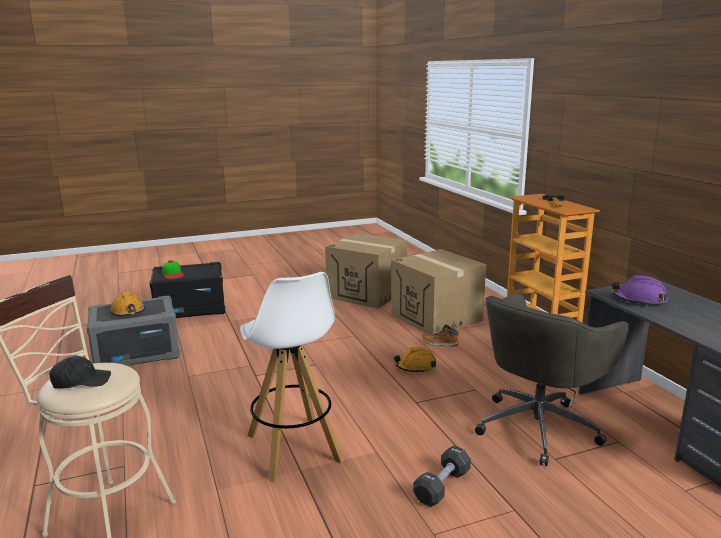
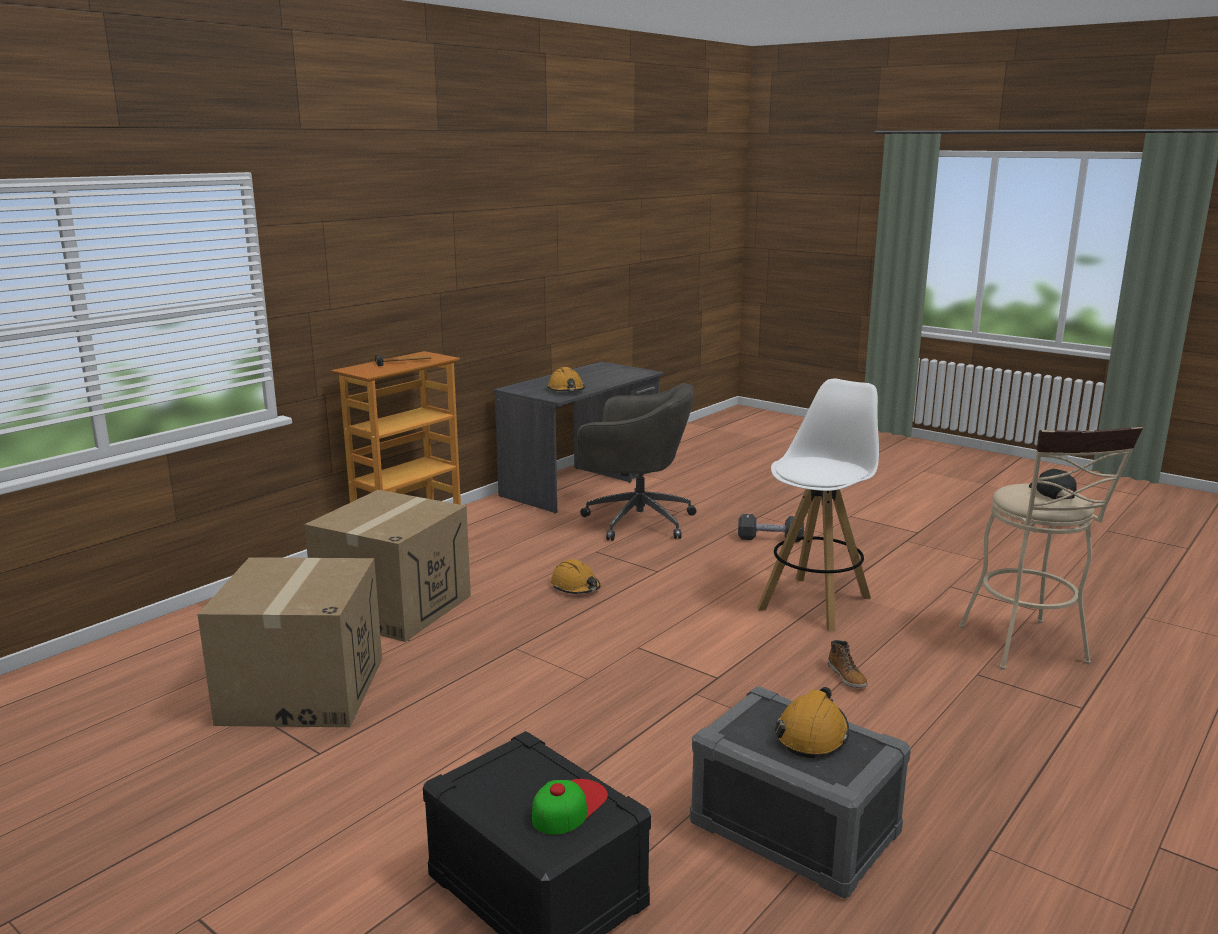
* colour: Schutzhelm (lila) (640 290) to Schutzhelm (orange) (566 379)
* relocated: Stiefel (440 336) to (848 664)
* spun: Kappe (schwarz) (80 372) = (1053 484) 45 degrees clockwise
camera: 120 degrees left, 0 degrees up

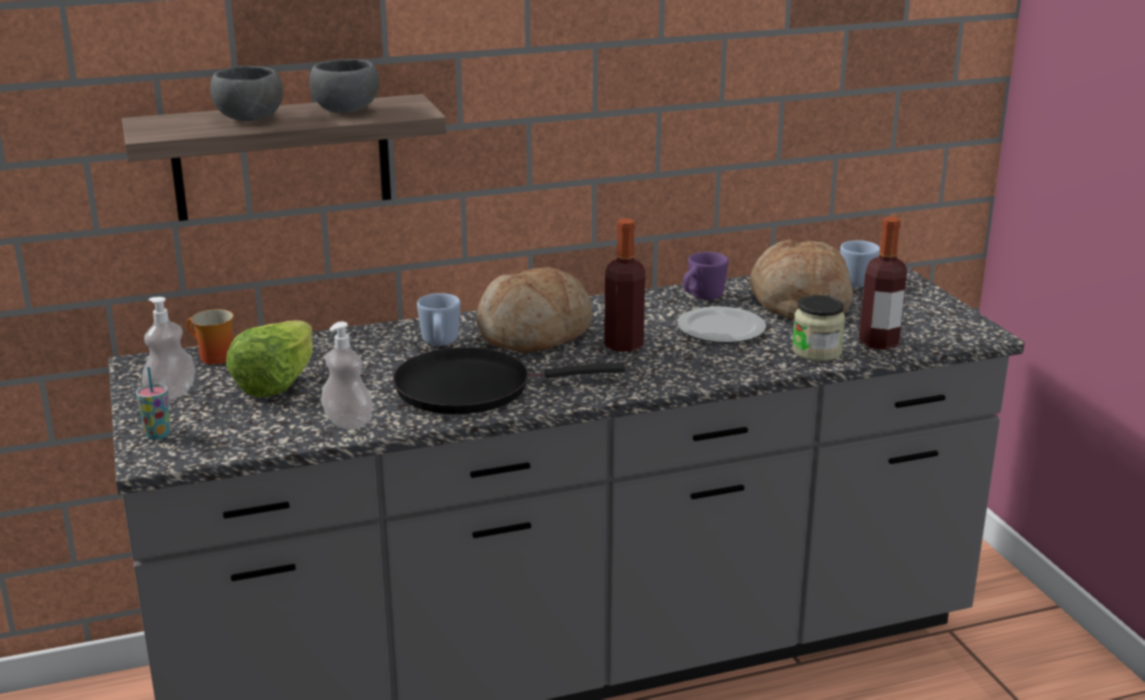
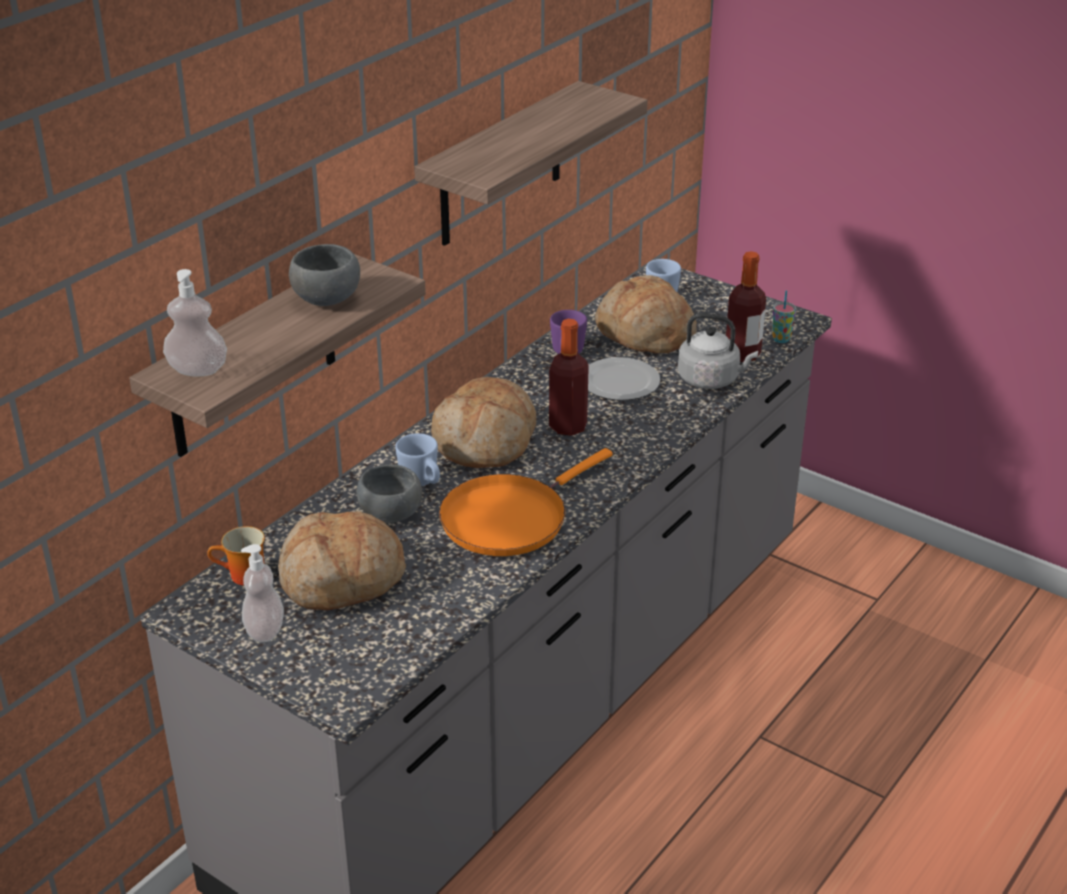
* relocated: Schüssel (grau) (246 93) to (389 493)
* exchanged: Vorratsglas (818 328) to Wasserkessel (grau) (718 351)
* exchanged: Salatkopf (269 358) to Brot (342 560)
* relocated: Seifenspender (347 376) to (195 323)
* colour: Pfanne (schwarz) (509 380) to Pfanne (orange) (526 502)
* relocated: Tasse (153 403) to (784 317)
* appeared: Wandregal (531 163)
camera: 35 degrees left, 10 degrees up

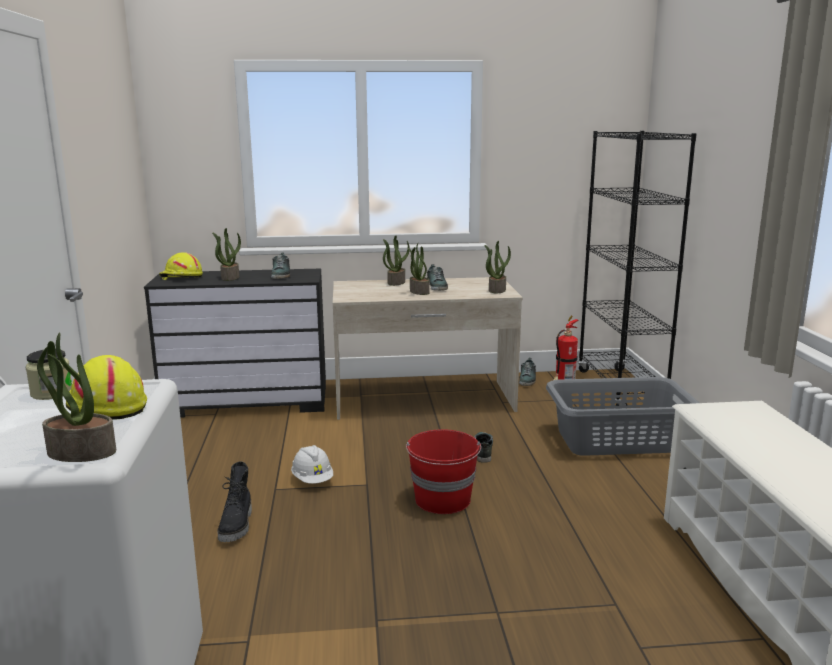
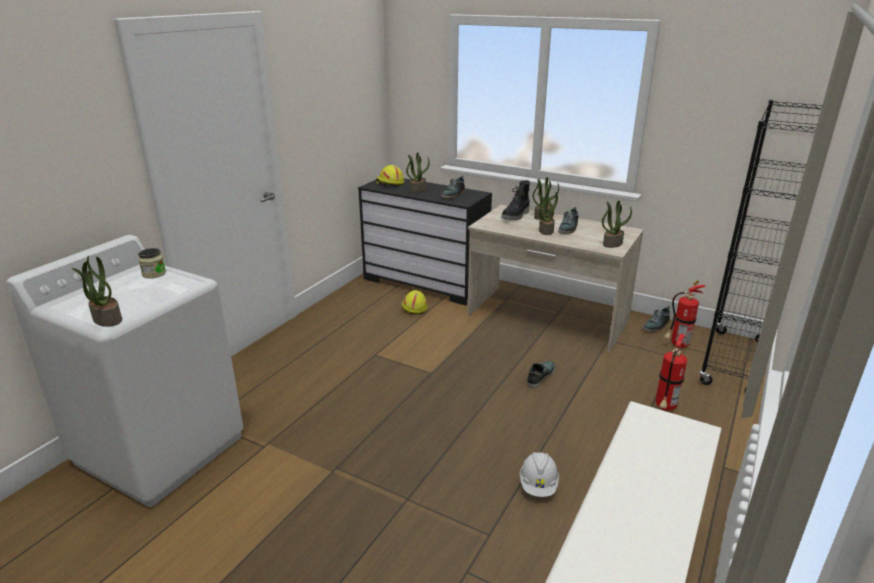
* relocated: Schutzhelm (gelb) (106 387) to (415 302)
* exchanged: Wäschekorb (grau) (622 416) to Feuerlöscher (671 372)
* missing: Eimer (rot) (443 471)
* relocated: Schutzhelm (weiß) (312 464) to (539 474)
* relocated: Stiefel (schwarz) (234 501) to (515 200)
camera: 35 degrees right, 10 degrees up

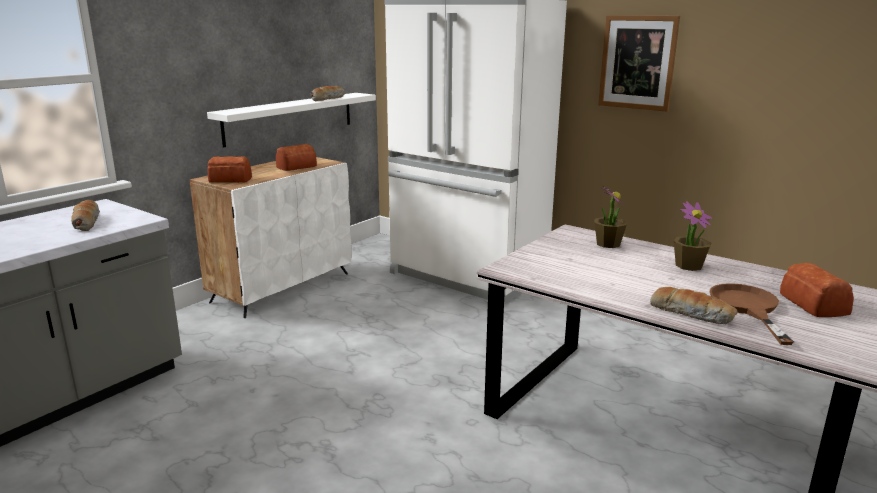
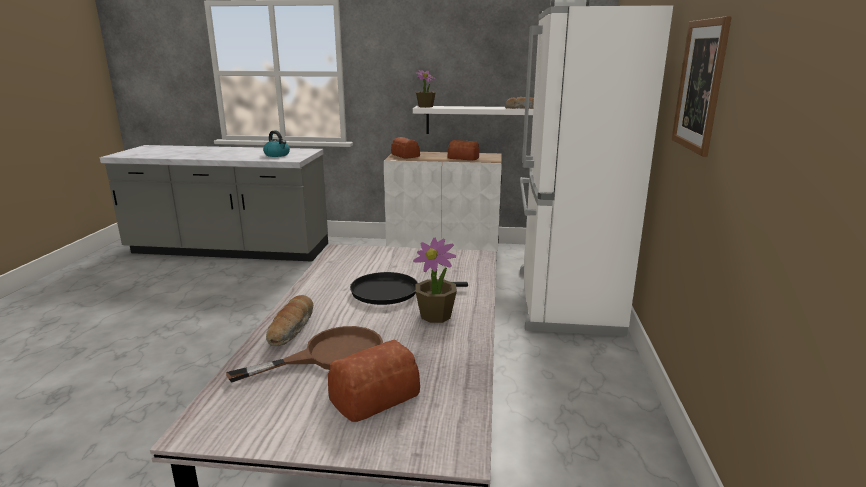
* relocated: Topfpflanze (611 217) to (426 89)
* exchanged: Brot (85 215) to Wasserkessel (276 143)
* appeared: Pfanne (schwarz) (409 288)
camera: 60 degrees right, 0 degrees up

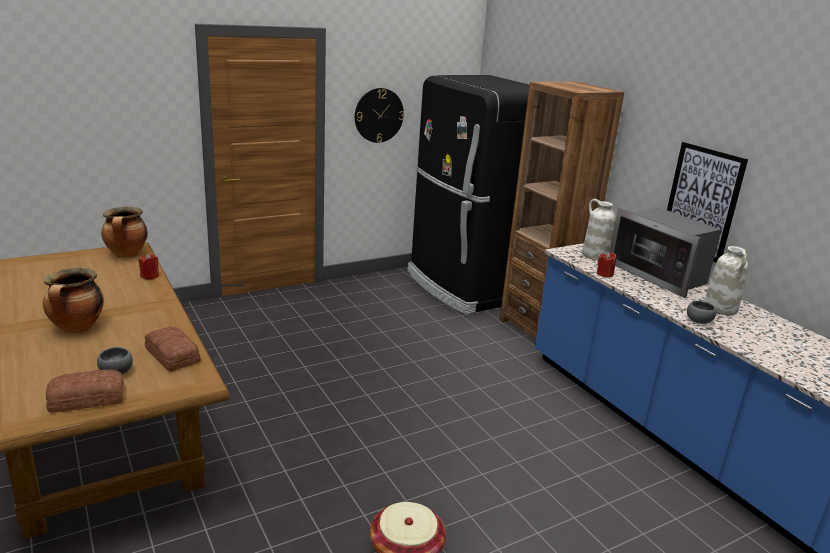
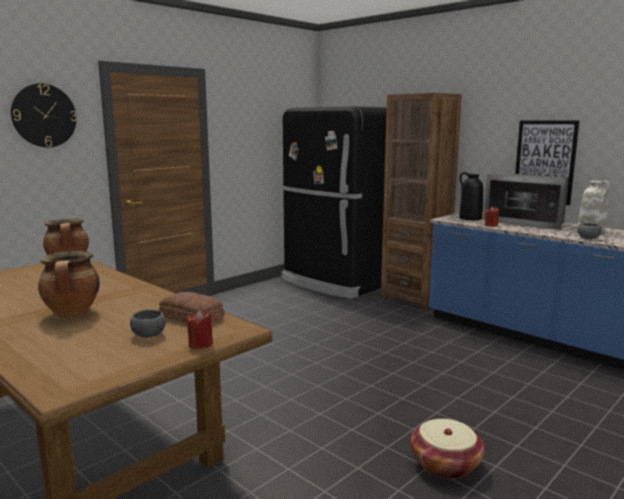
* relocated: Wanduhr (379 115) to (44 115)
* colour: Vase (weiß) (599 229) to Vase (schwarz) (471 196)
* relocated: Kerze (rot) (149 266) to (200 329)
* missing: Brot (85 391)
camera: 15 degrees left, 10 degrees down

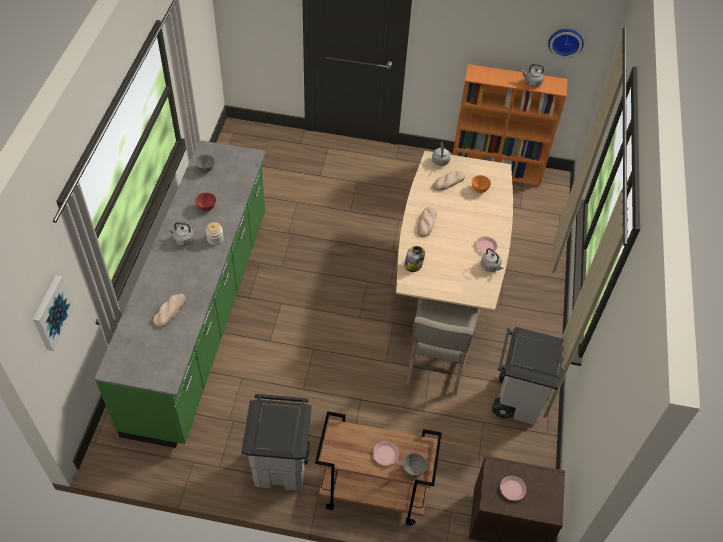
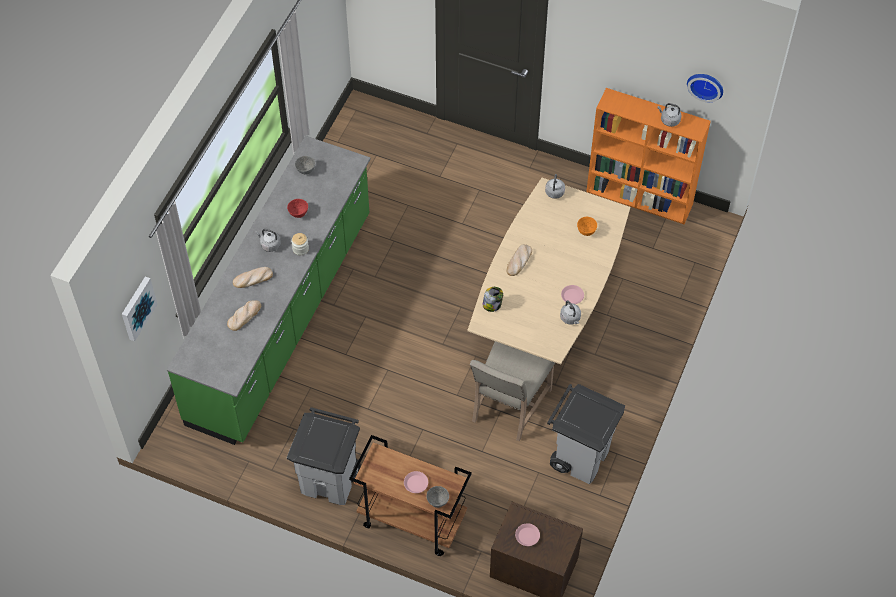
* relocated: Brot (449 180) to (253 277)
camera: 15 degrees right, 5 degrees up

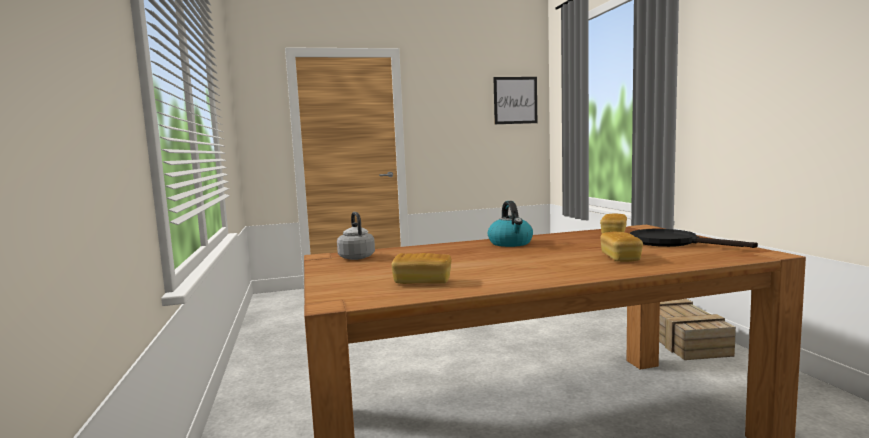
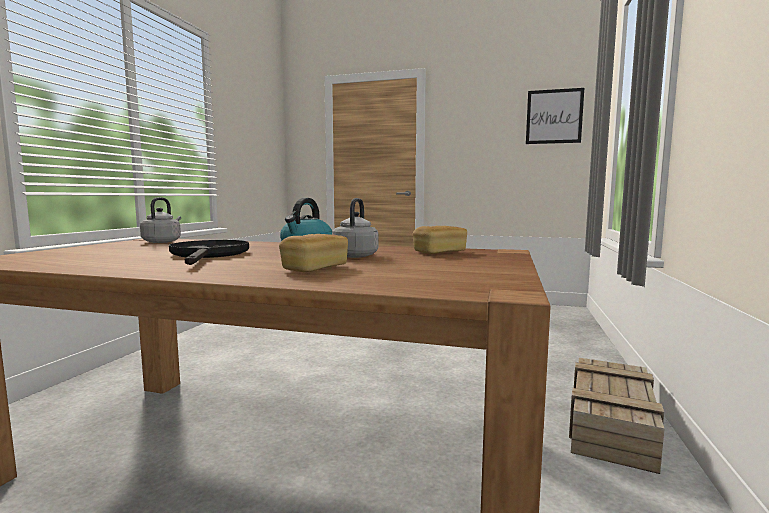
* relocated: Pfanne (schwarz) (694 238) to (209 252)
* missing: Brot (421 268)
* appeared: Wasserkessel (grau) (355 228)
camera: 30 degrees right, 0 degrees up

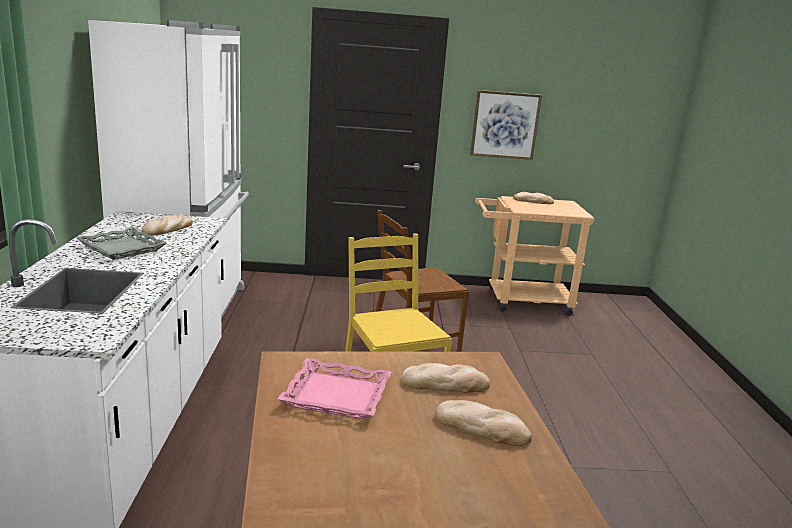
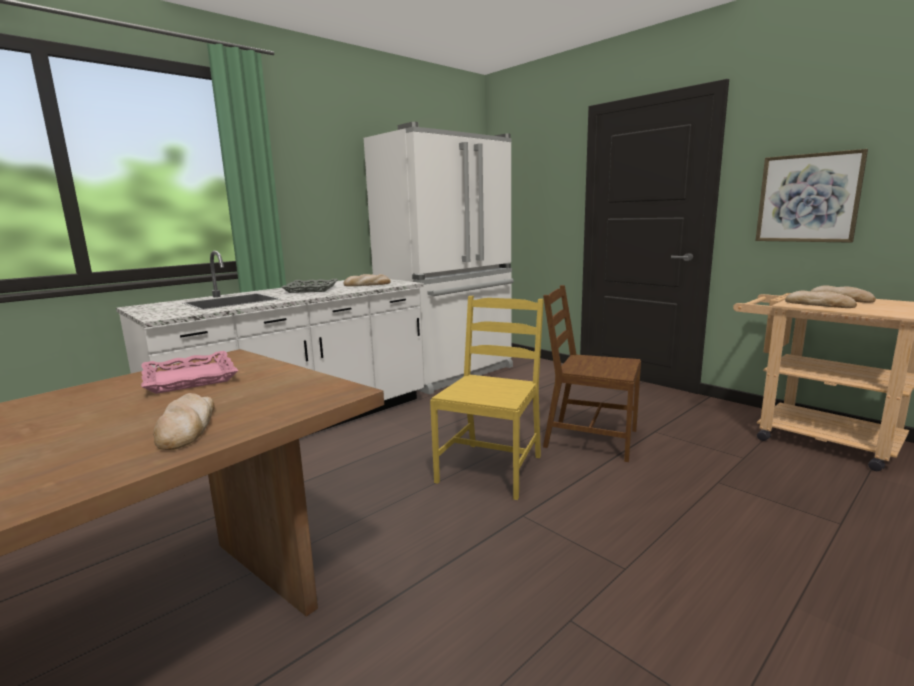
* relocated: Brot (446 378) to (821 299)
camera: 50 degrees right, 5 degrees down

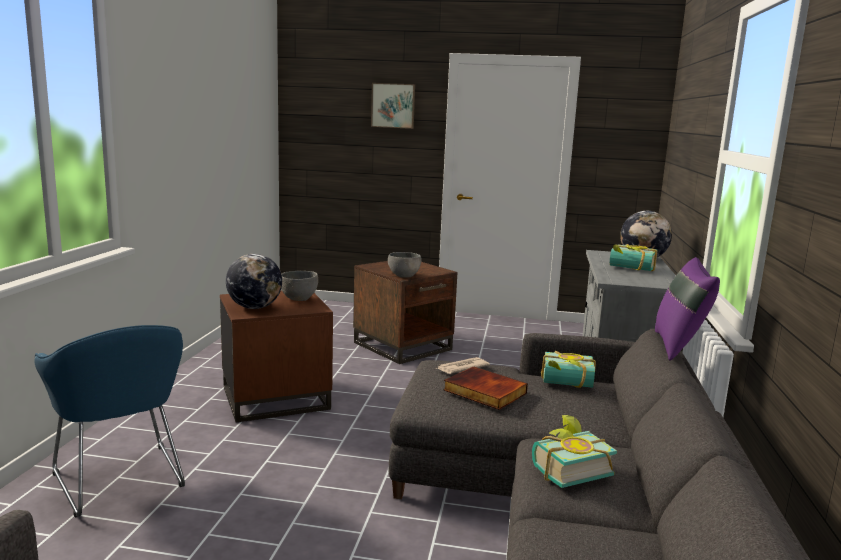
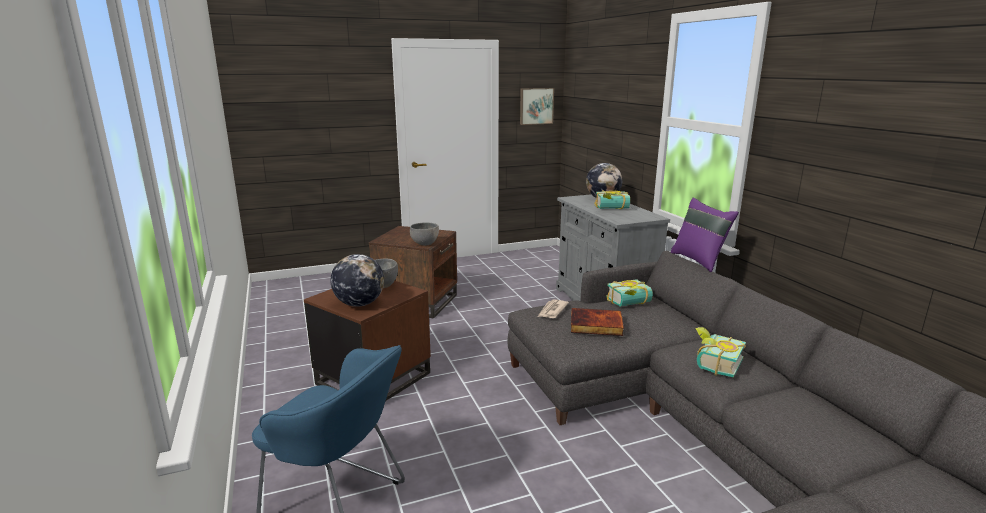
* relocated: Bild (393 106) to (537 106)
camera: 30 degrees left, 5 degrees up

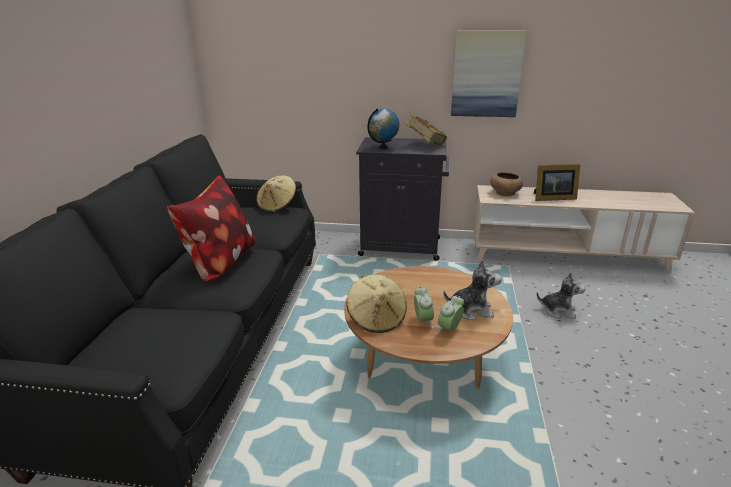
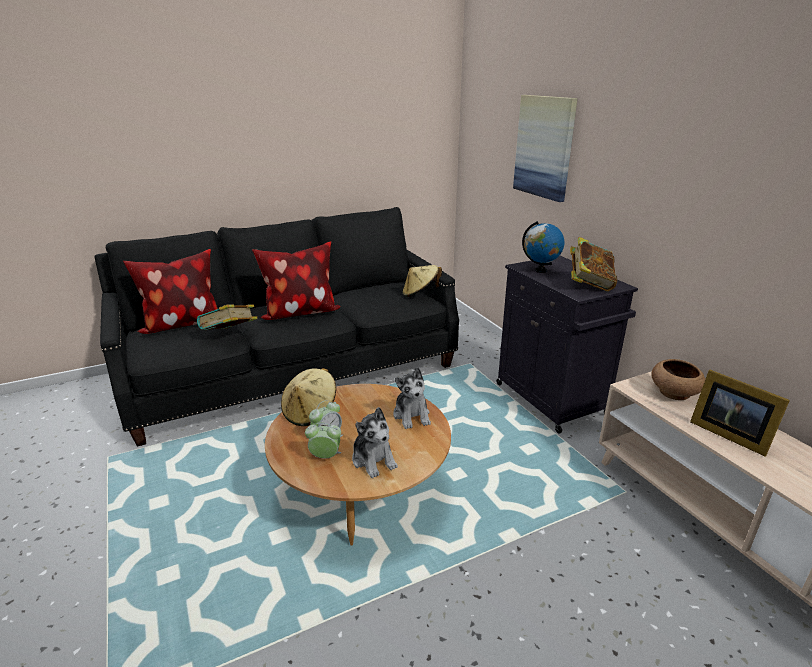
* relocated: Bild (489 73) to (545 148)
* relocated: Plüschtier (561 295) to (412 398)
* appeared: Kissen (170 291)
* appeared: Buch (227 317)
camera: 55 degrees right, 0 degrees up

